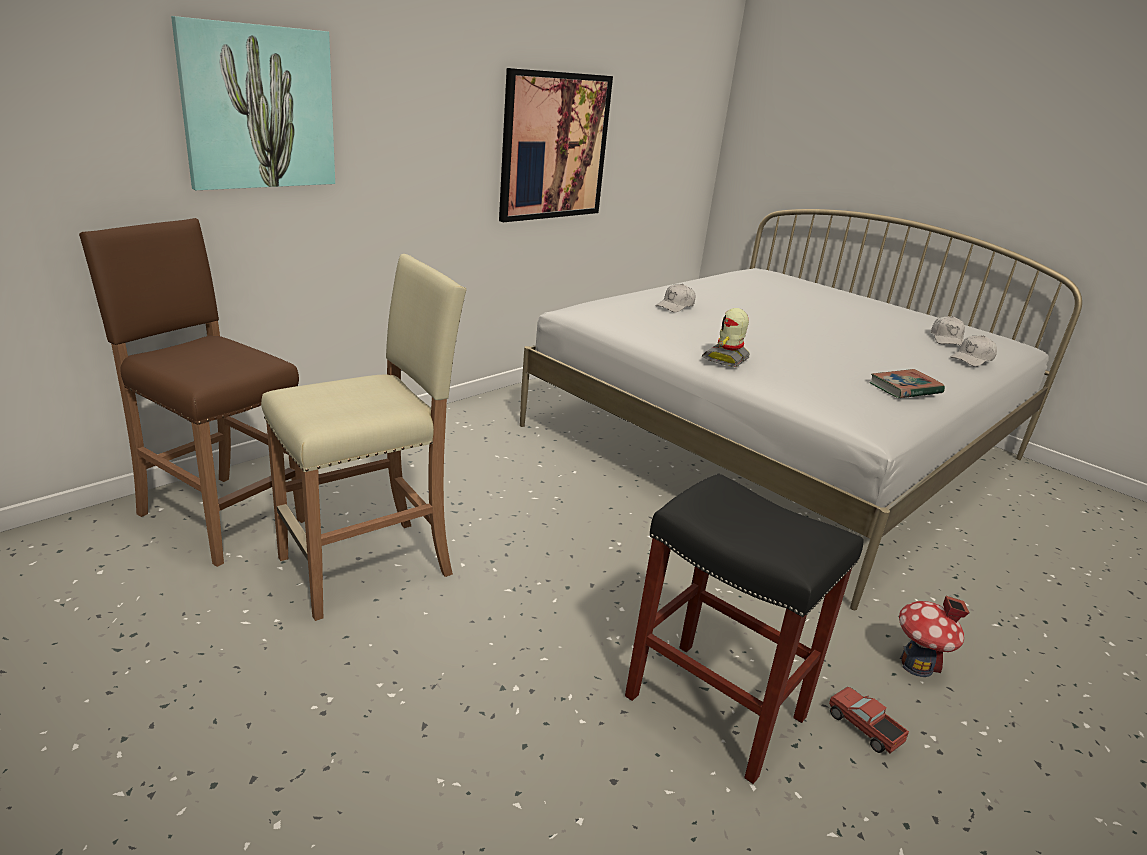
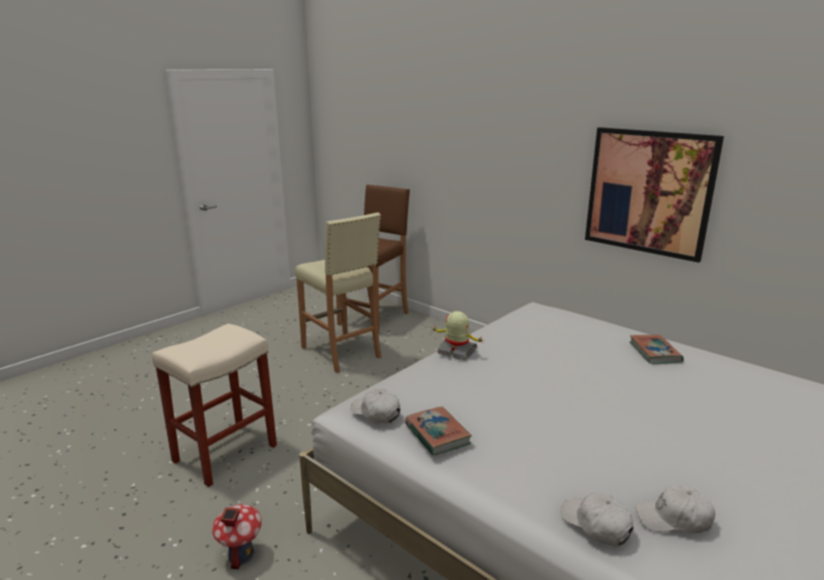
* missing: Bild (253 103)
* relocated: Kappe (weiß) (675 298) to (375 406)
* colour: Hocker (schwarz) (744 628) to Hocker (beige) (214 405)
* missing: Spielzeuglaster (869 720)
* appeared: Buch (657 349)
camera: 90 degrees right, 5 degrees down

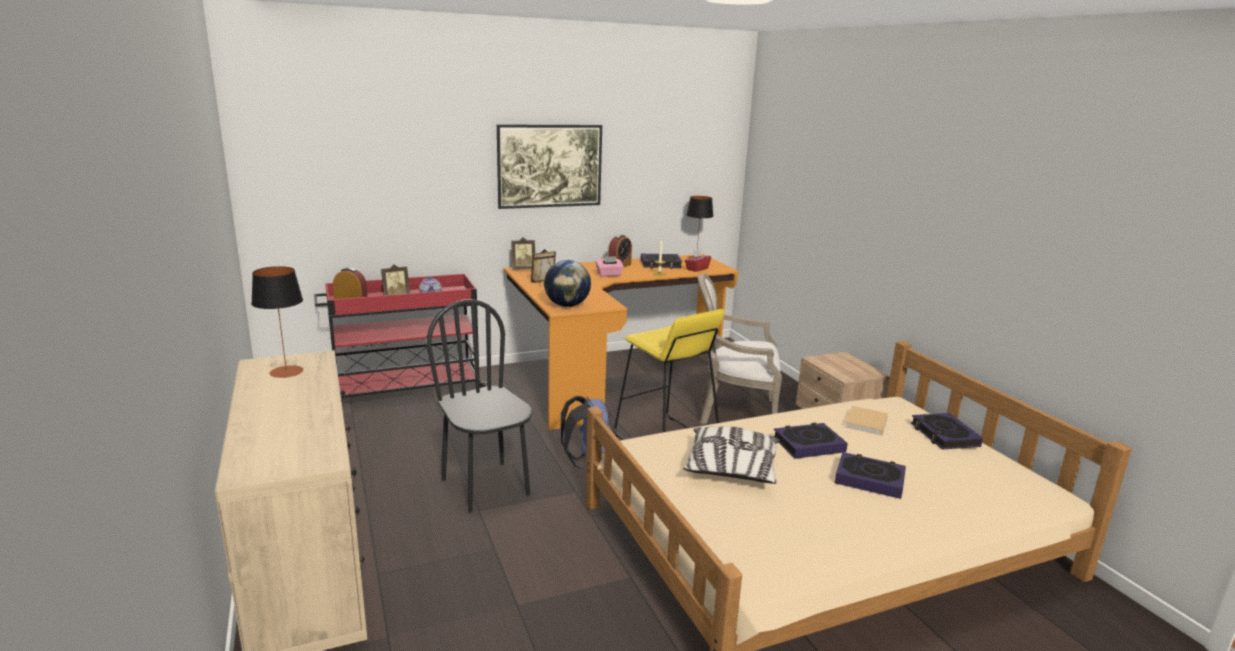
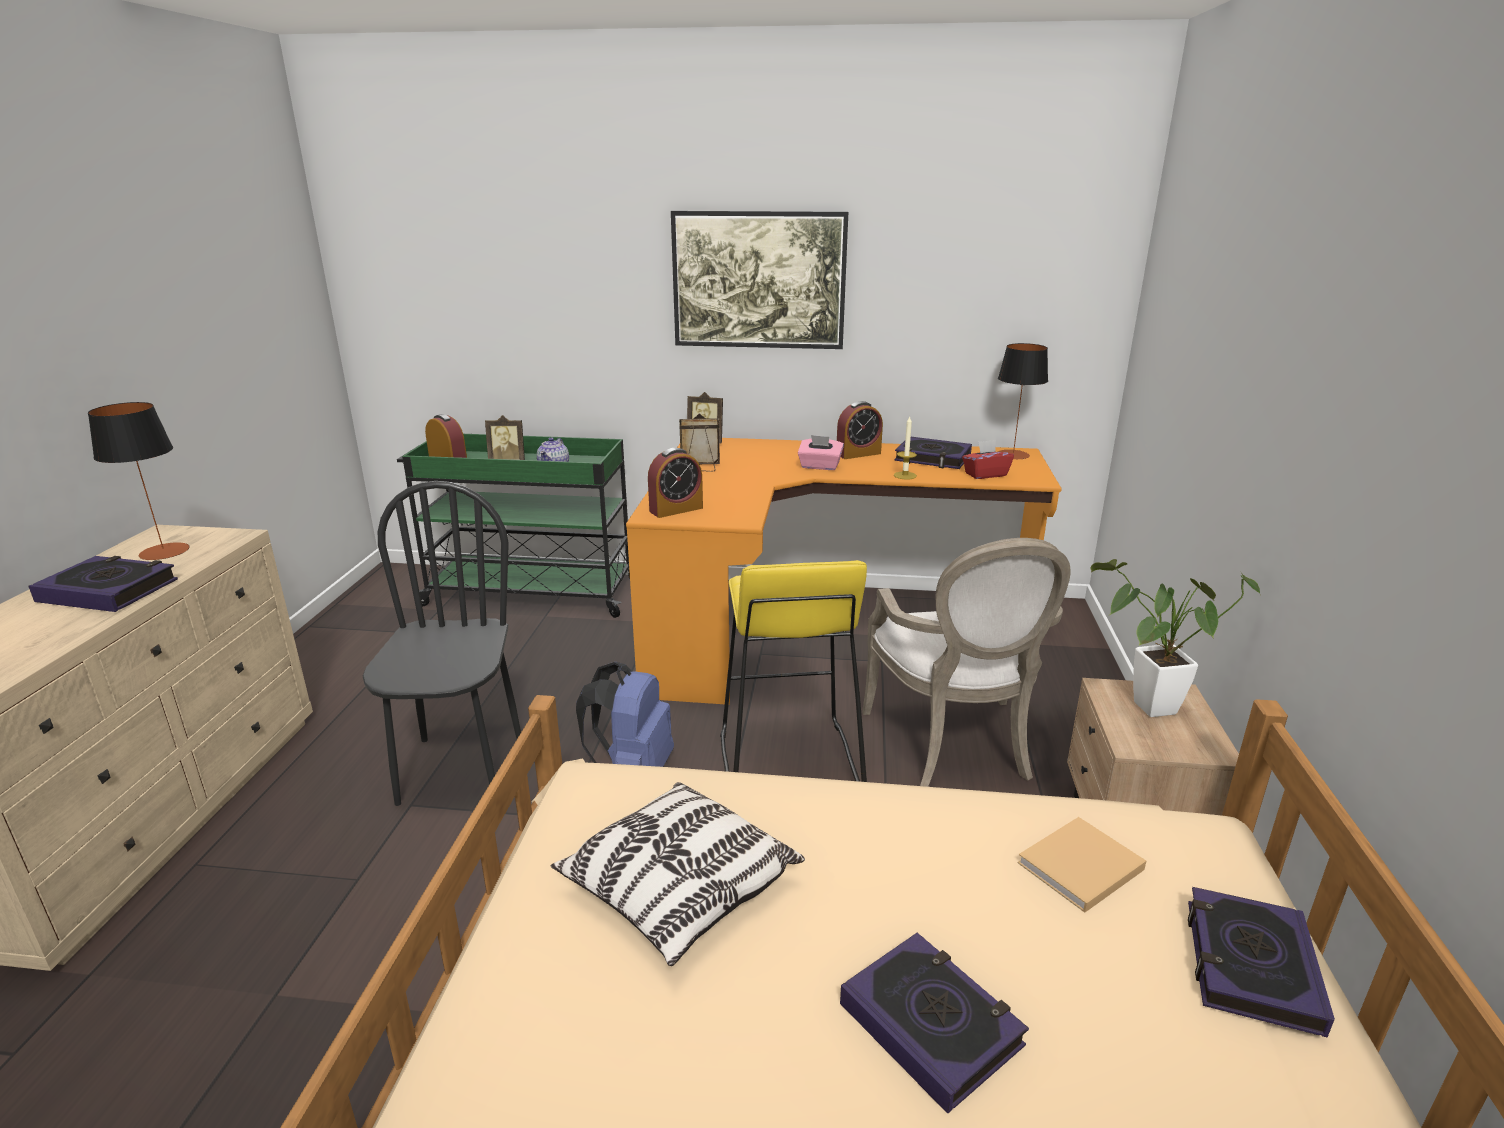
* exchanged: Globus (567 283) to Wecker (675 483)
* colour: Rollwagen (rot) (400 338) to Rollwagen (grün) (513 526)
* spun: Sessel (740 349) = (966 662) 135 degrees counterclockwise
* relocated: Buch (810 441) to (103 584)
* appeared: Topfpflanze (1176 638)
camera: 30 degrees right, 5 degrees up

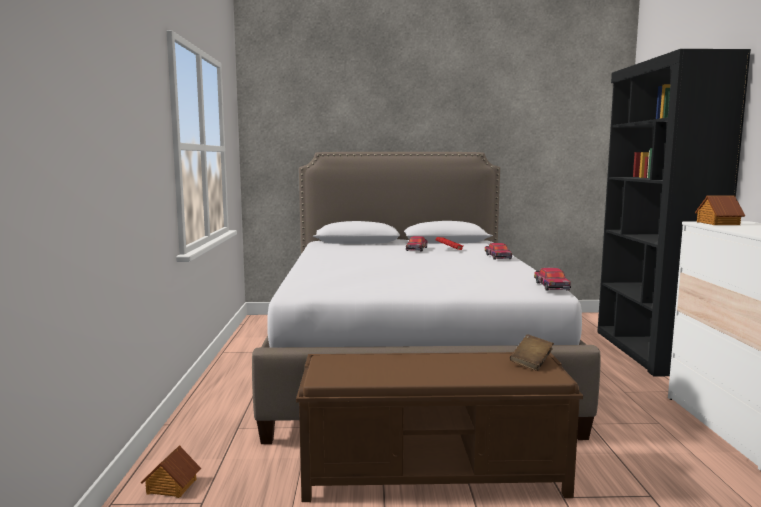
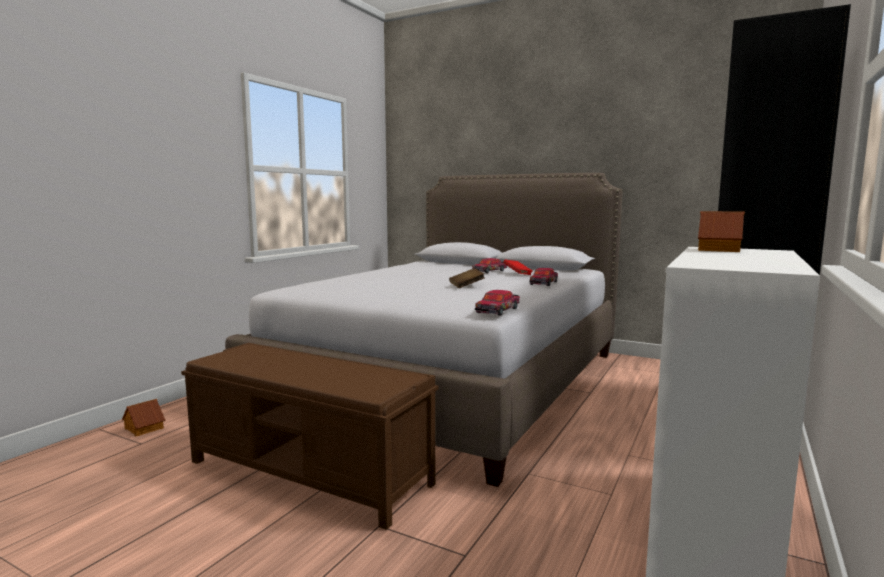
* relocated: Buch (braun) (532 352) to (466 278)
camera: 30 degrees right, 0 degrees up

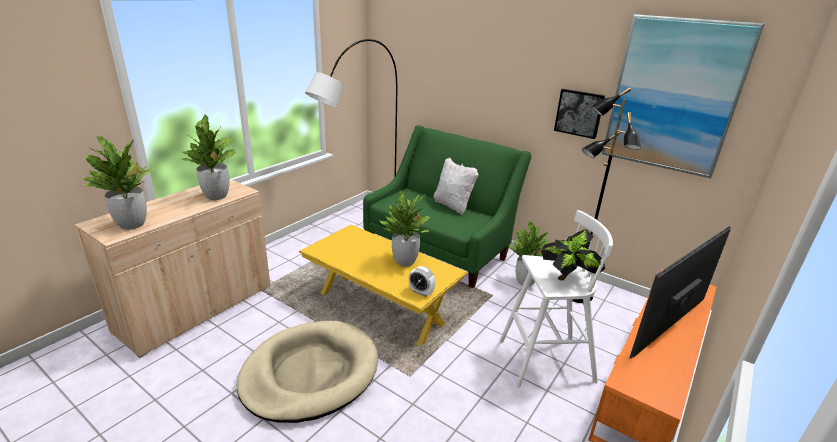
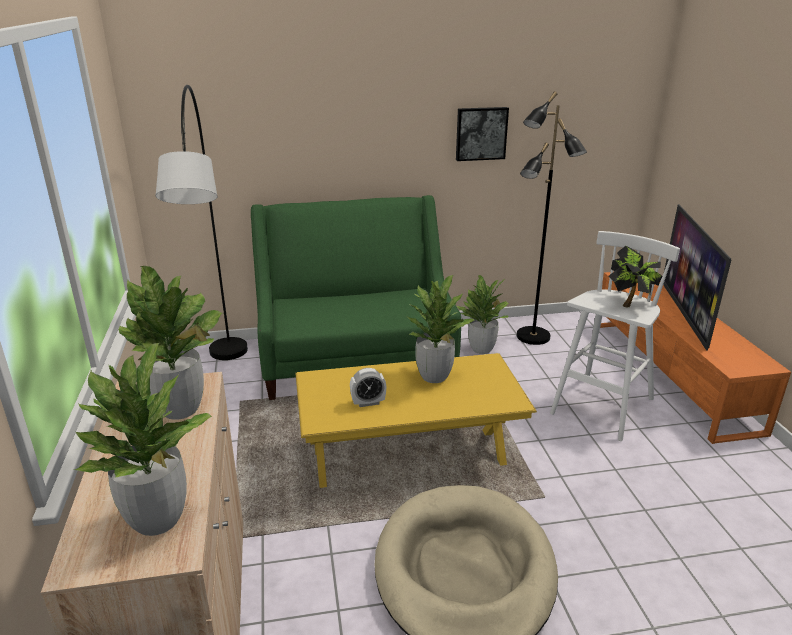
* missing: Bild (683 96)
* missing: Kissen (weiß) (456 186)
* relocated: Wecker (422 281) to (368 387)
camera: 45 degrees left, 0 degrees up

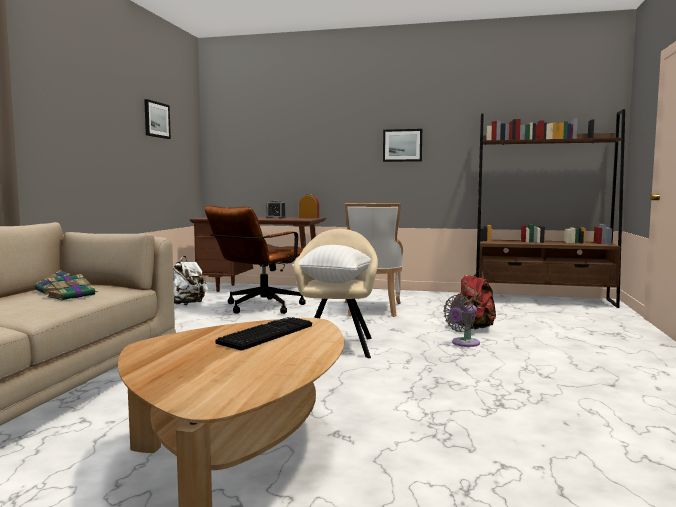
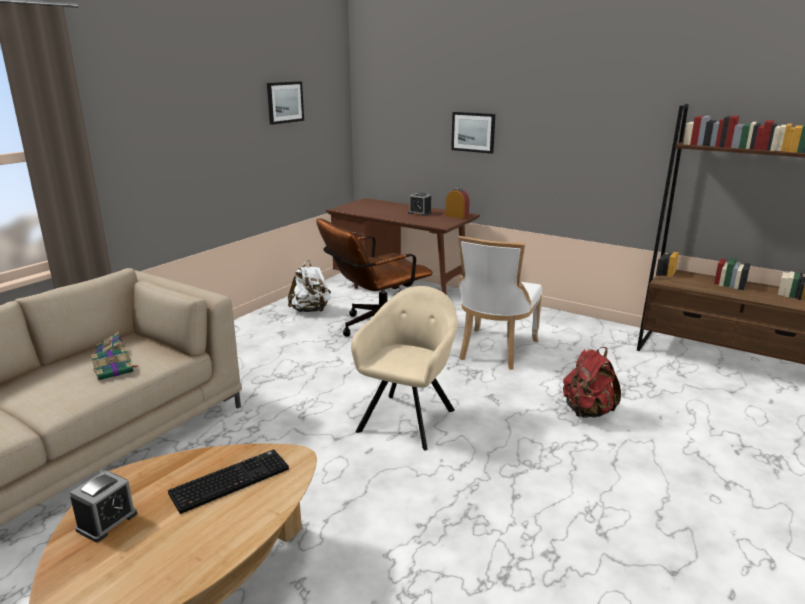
* relocated: Bild (402 145) to (473 133)
* missing: Kissen (weiß) (331 264)
* missing: Ventilator (grau) (461 321)
* appeared: Wecker (103 506)
camera: 20 degrees right, 15 degrees up

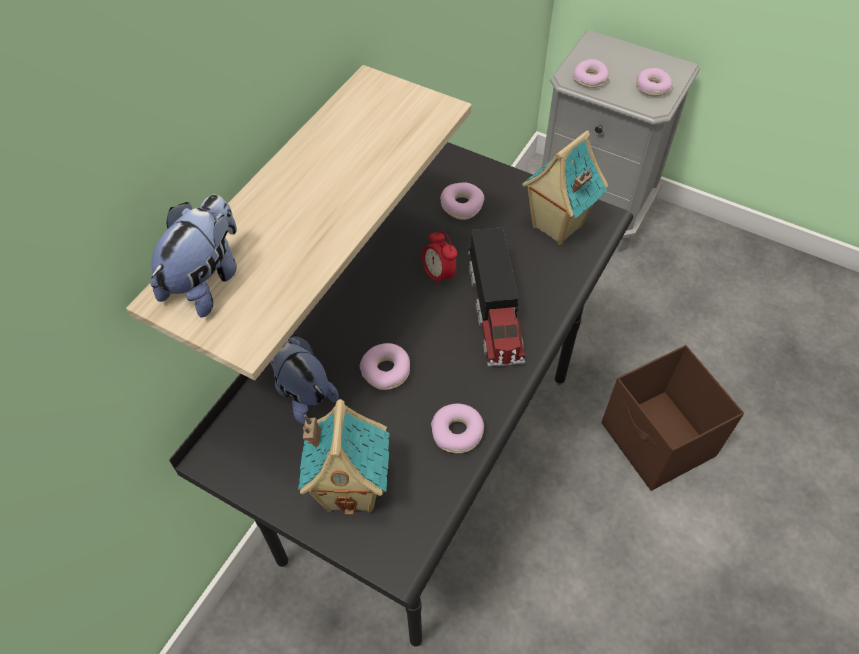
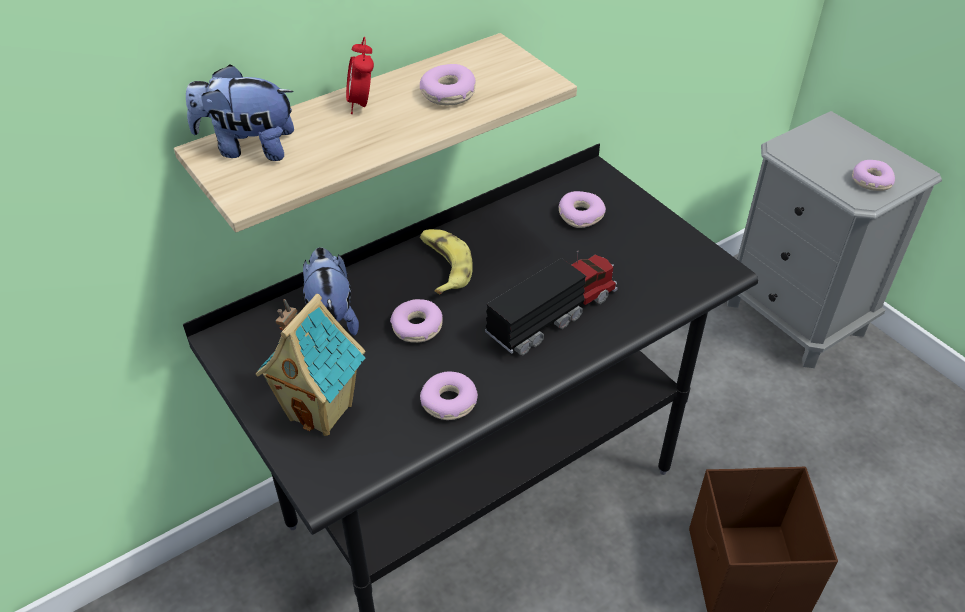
* relocated: Donut (591 73) to (448 85)
* missing: Spielzeughaus (565 188)
* spun: Plüschtier (193 256) = (240 112) 135 degrees counterclockwise
* spun: Spielzeuglaster (496 297) = (551 303) 150 degrees counterclockwise
* relocated: Wecker (439 259) to (360 75)
* appeared: Banane (446 261)
camera: 25 degrees right, 10 degrees down

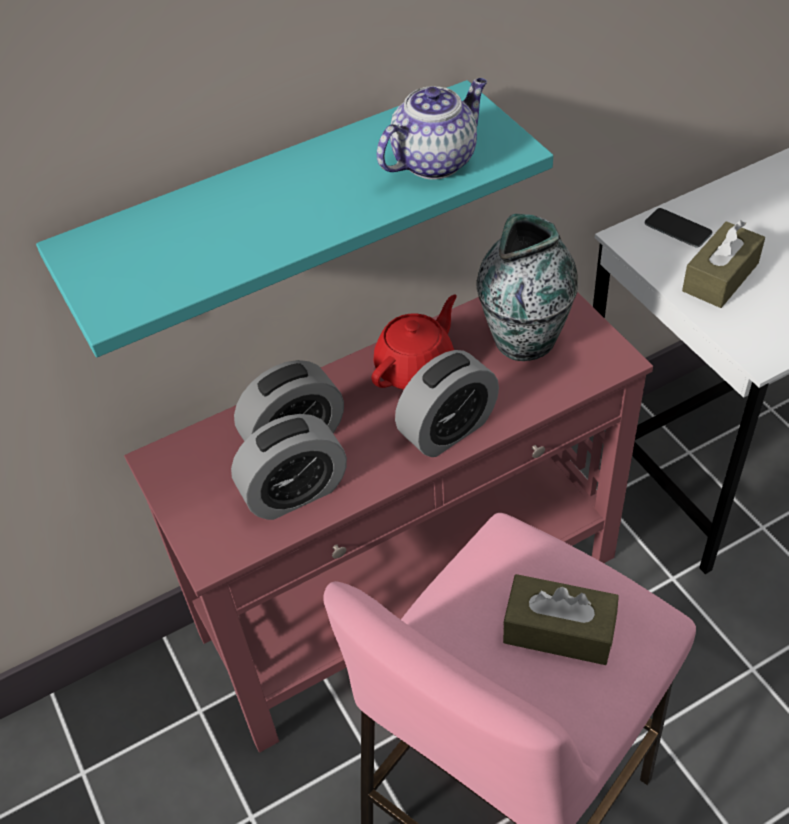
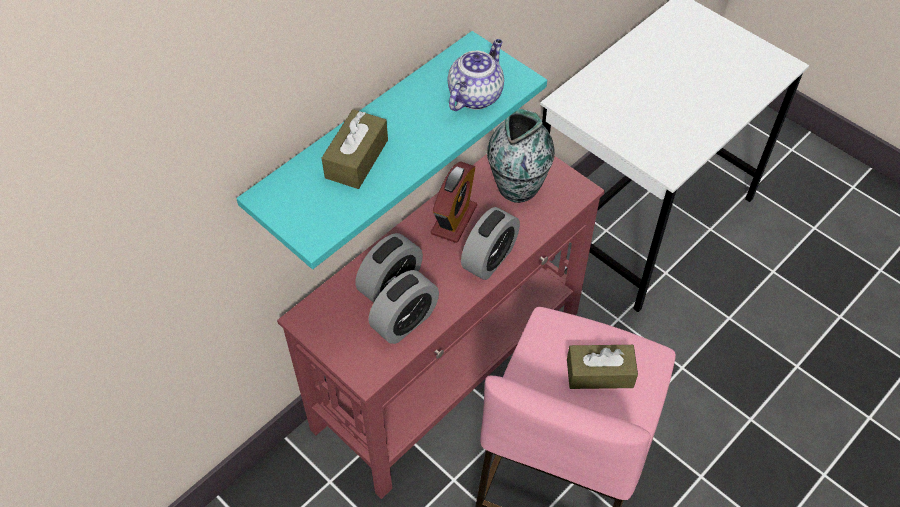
* missing: Handy (678 227)
* relocated: Taschentuchbox (braun) (723 264) to (355 149)
* exchanged: Teekanne (rot) (414 342) to Wecker (454 202)
camera: 20 degrees left, 5 degrees up

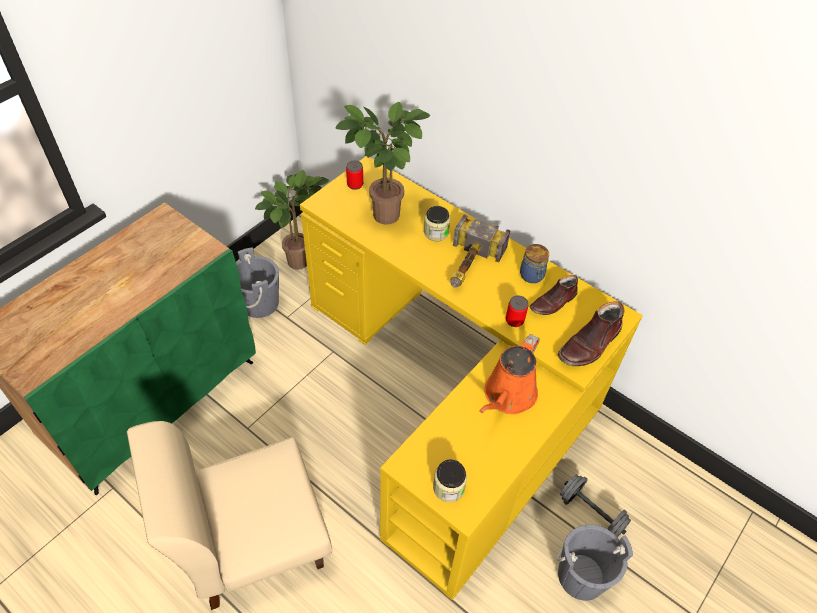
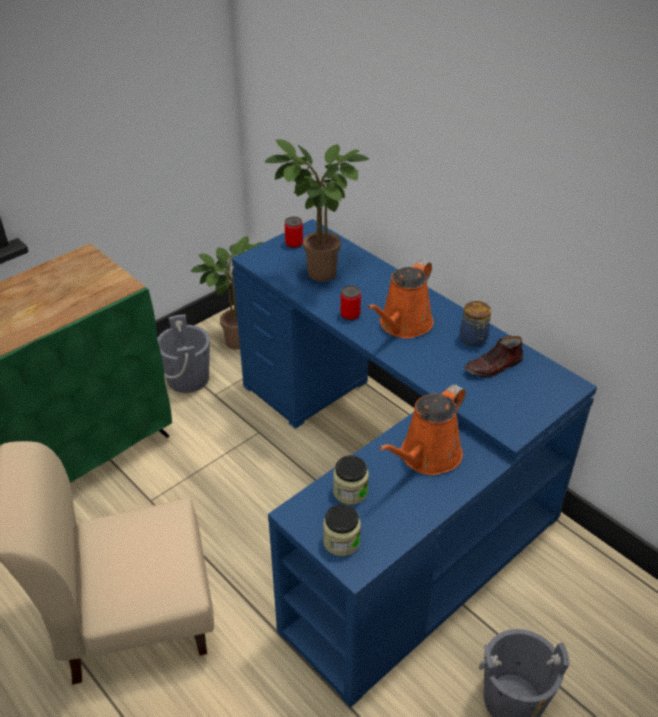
* colour: Schreibtisch (gelb) (471 378) to Schreibtisch (blau) (414 463)
* relocated: Vorratsglas (437 223) to (351 480)
* exchanged: Hammer (480 251) to Gießkanne (orange) (400 299)
* relocated: Dose (517 311) to (351 303)
* missing: Stiefel (braun) (591 333)
* missing: Hantel (grau) (595 506)
camera: 10 degrees right, 10 degrees down

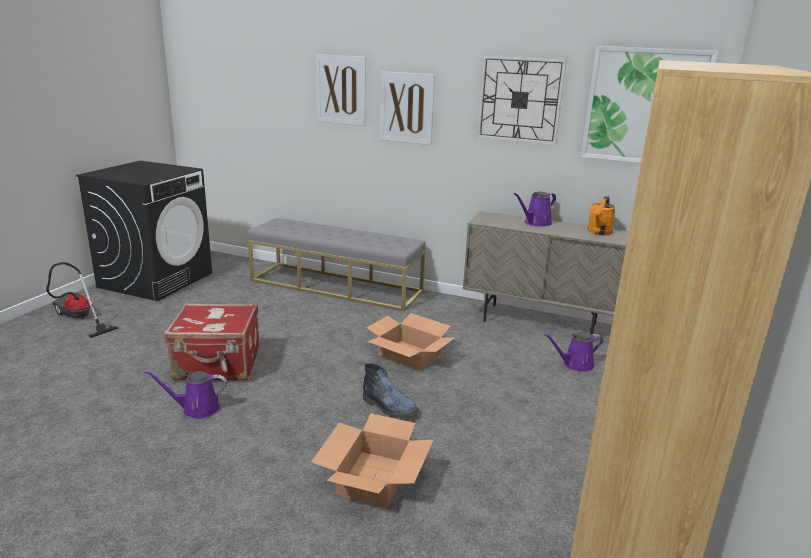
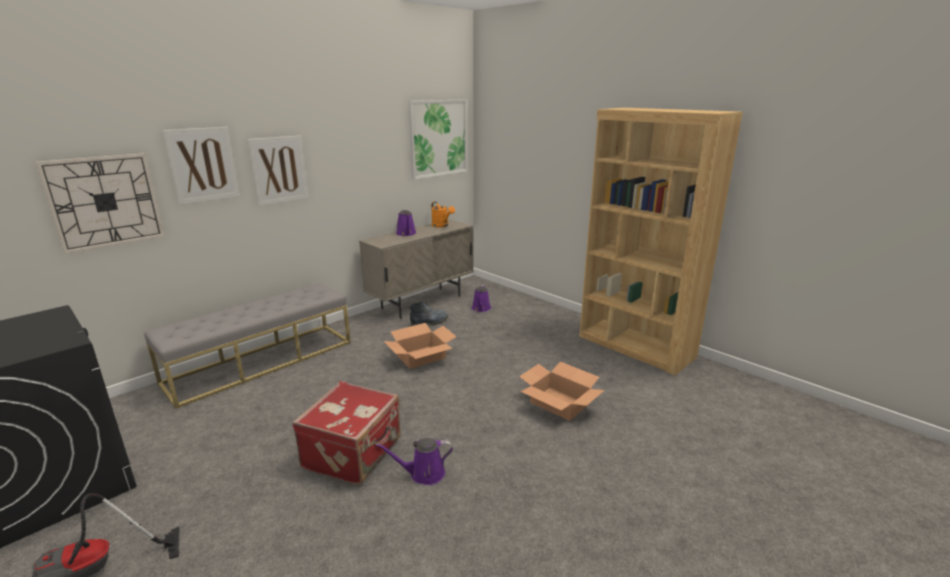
* relocated: Wanduhr (522 100) to (100 203)
* relocated: Stiefel (391 390) to (429 313)
* spun: Gießkanne (lila) (185 394) = (414 461) 60 degrees clockwise
camera: 65 degrees left, 0 degrees up

